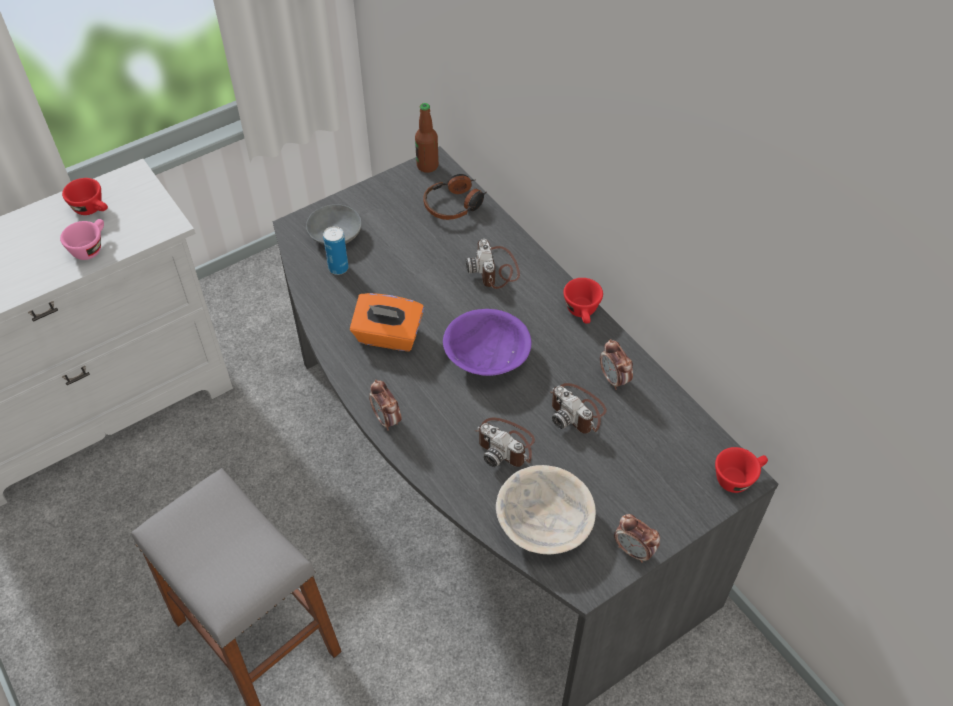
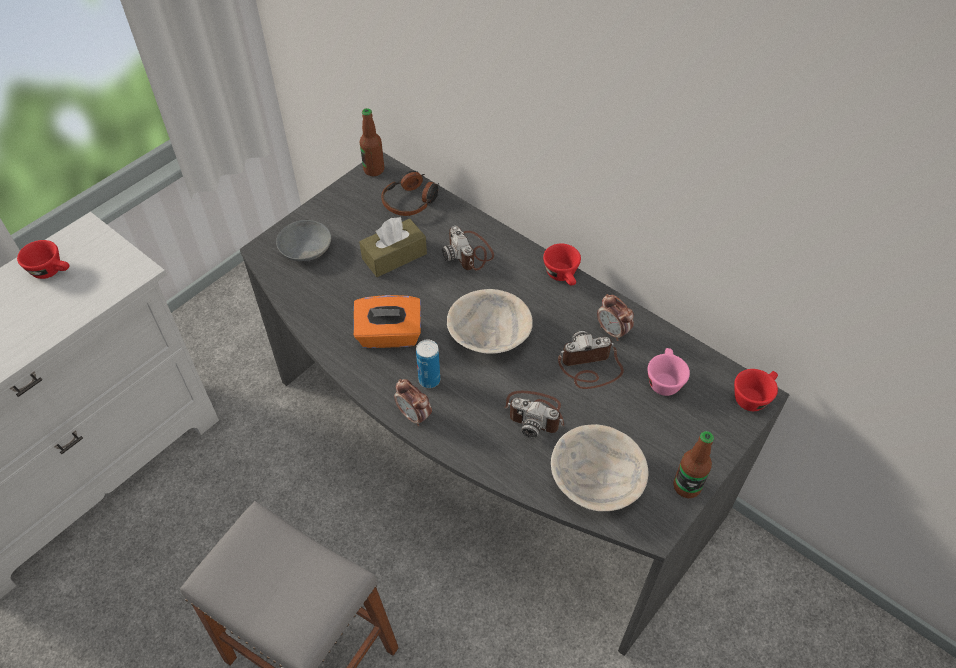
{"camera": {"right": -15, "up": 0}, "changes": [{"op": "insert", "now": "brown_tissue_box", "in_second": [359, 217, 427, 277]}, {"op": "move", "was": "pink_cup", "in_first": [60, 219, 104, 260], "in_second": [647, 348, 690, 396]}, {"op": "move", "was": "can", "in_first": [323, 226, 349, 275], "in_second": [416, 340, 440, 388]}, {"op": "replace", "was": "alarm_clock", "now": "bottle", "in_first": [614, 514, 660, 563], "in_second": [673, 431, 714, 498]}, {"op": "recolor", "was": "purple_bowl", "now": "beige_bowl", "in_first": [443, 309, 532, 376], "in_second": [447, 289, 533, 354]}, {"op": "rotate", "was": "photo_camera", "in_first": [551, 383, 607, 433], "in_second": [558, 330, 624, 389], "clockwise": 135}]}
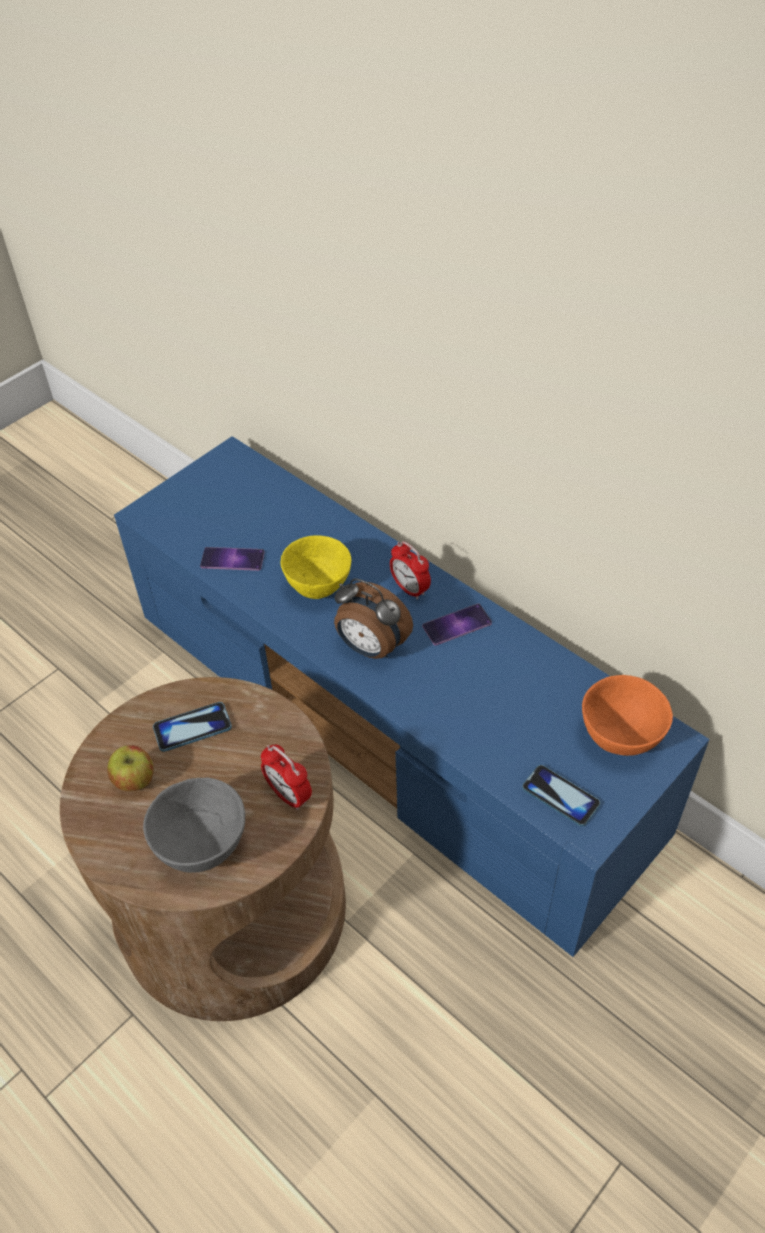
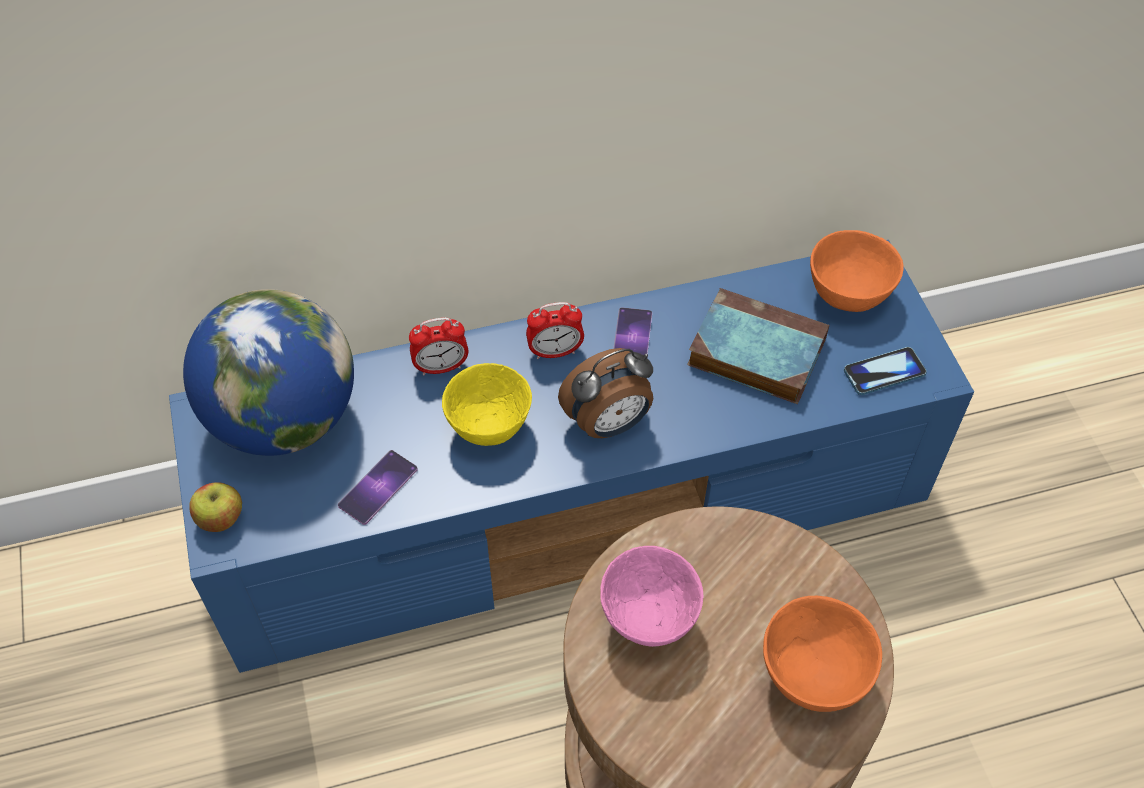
{"camera": {"right": -60, "up": 5}, "changes": [{"op": "insert", "now": "globe", "in_second": [183, 289, 354, 456]}, {"op": "insert", "now": "book", "in_second": [687, 288, 829, 404]}, {"op": "move", "was": "apple", "in_first": [107, 745, 153, 791], "in_second": [189, 482, 242, 532]}, {"op": "move", "was": "alarm_clock", "in_first": [261, 745, 312, 810], "in_second": [409, 318, 469, 376]}, {"op": "replace", "was": "phone", "now": "pink_bowl", "in_first": [153, 702, 232, 752], "in_second": [600, 546, 703, 647]}, {"op": "recolor", "was": "grey_bowl", "now": "orange_bowl", "in_first": [143, 778, 245, 873], "in_second": [763, 596, 882, 712]}]}
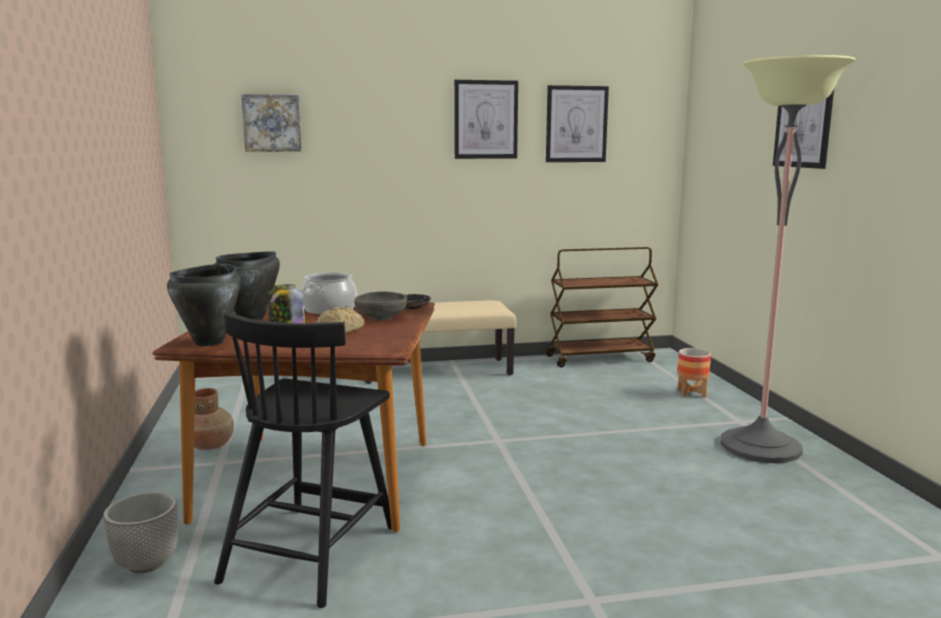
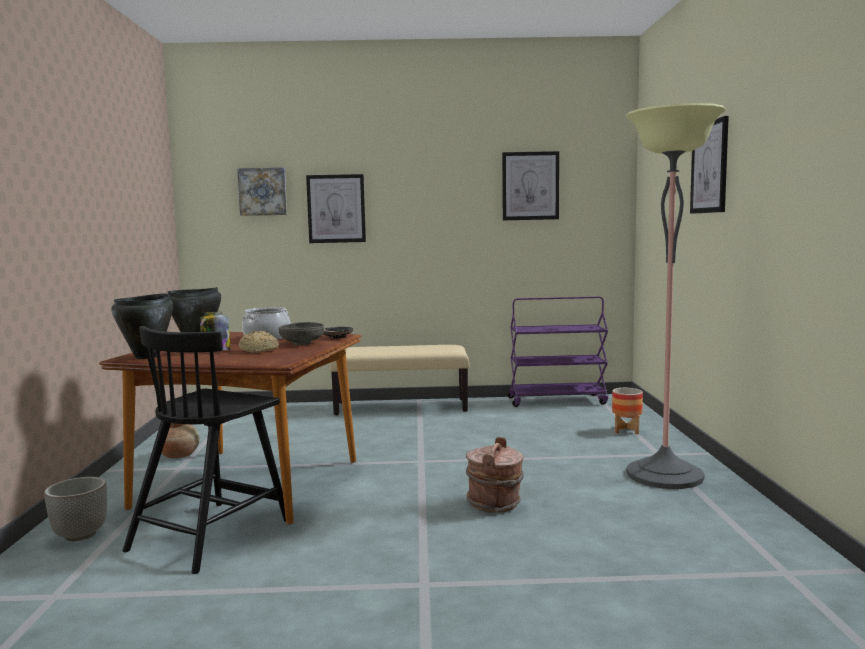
{"camera": {"right": 10, "up": -5}, "changes": [{"op": "insert", "now": "brown_bucket", "in_second": [466, 437, 524, 513]}, {"op": "move", "was": "picture", "in_first": [454, 80, 518, 159], "in_second": [306, 174, 366, 243]}, {"op": "recolor", "was": "brown_cart", "now": "purple_cart", "in_first": [546, 247, 659, 368], "in_second": [508, 296, 608, 407]}]}
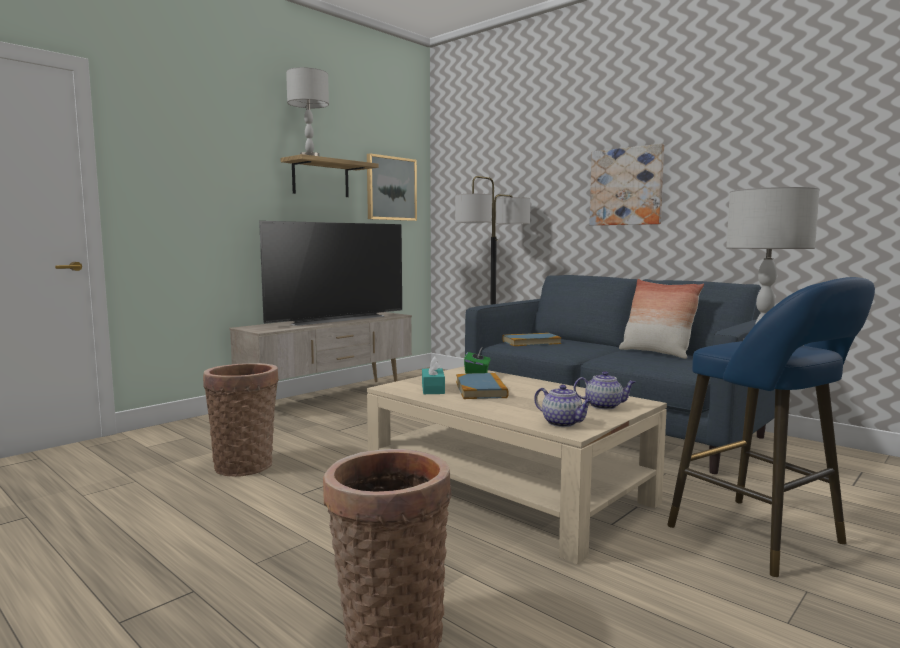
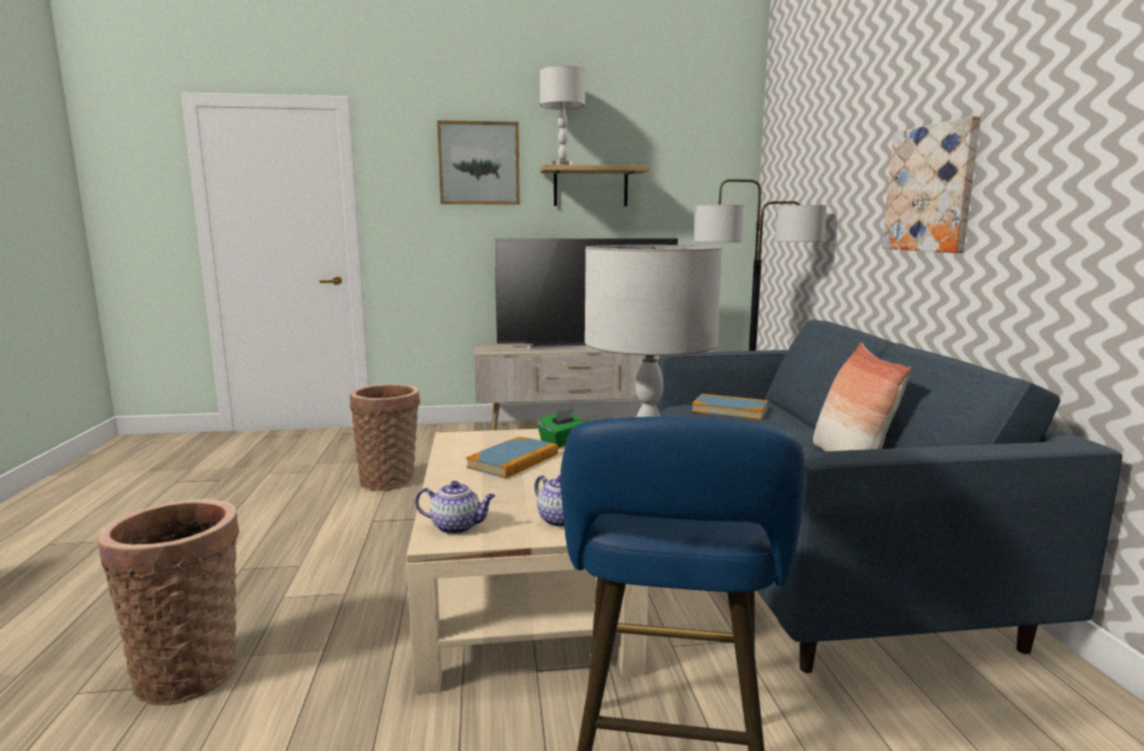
{"camera": {"right": 40, "up": 5}, "changes": [{"op": "delete", "was": "turquoise_tissue_box", "in_first": [422, 356, 445, 394]}, {"op": "move", "was": "picture", "in_first": [367, 153, 417, 221], "in_second": [437, 120, 520, 204]}, {"op": "rotate", "was": "teapot", "in_first": [534, 385, 593, 427], "in_second": [415, 481, 495, 534], "clockwise": -75}]}
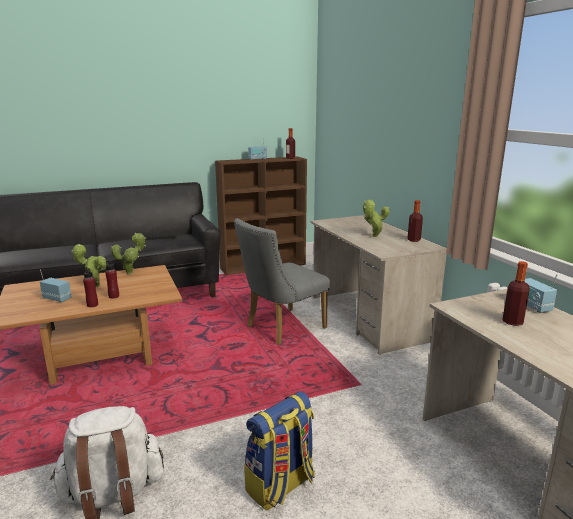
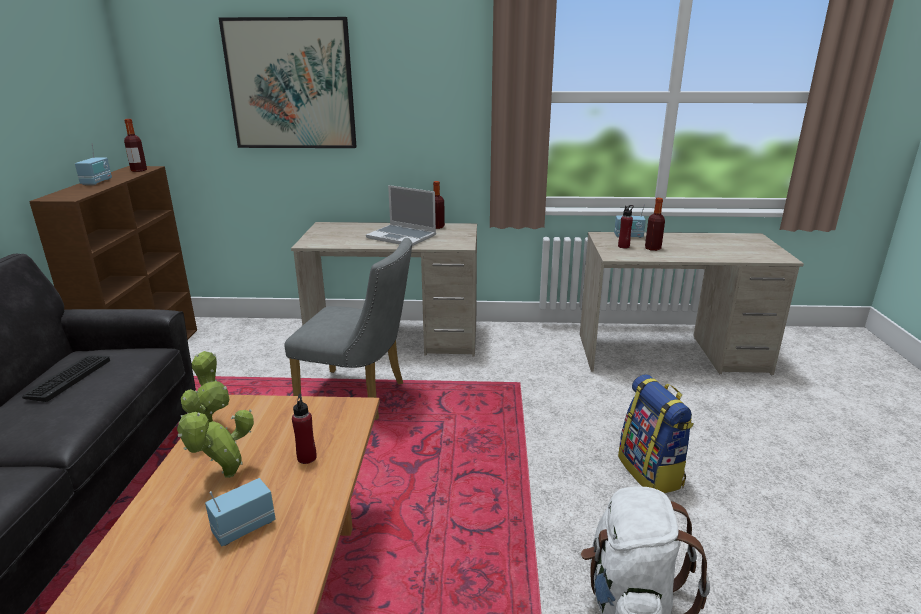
{"camera": {"right": -65, "up": 5}, "changes": [{"op": "insert", "now": "picture", "in_second": [218, 17, 356, 148]}, {"op": "move", "was": "red_bottle", "in_first": [83, 267, 98, 307], "in_second": [618, 205, 634, 248]}, {"op": "replace", "was": "potted_plant", "now": "laptop", "in_first": [363, 200, 390, 237], "in_second": [366, 185, 436, 246]}, {"op": "rotate", "was": "grey_chair", "in_first": [234, 218, 330, 345], "in_second": [284, 238, 412, 420], "clockwise": -60}]}
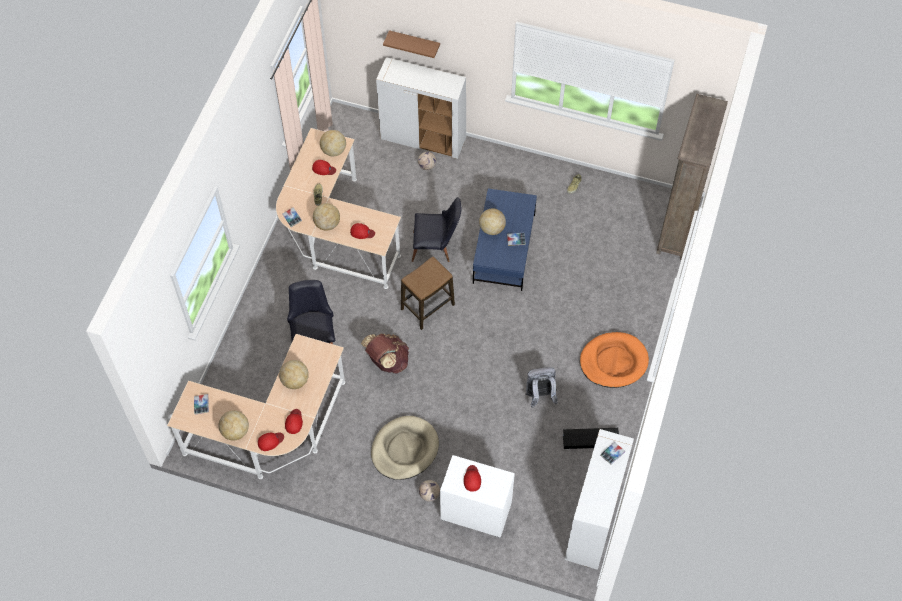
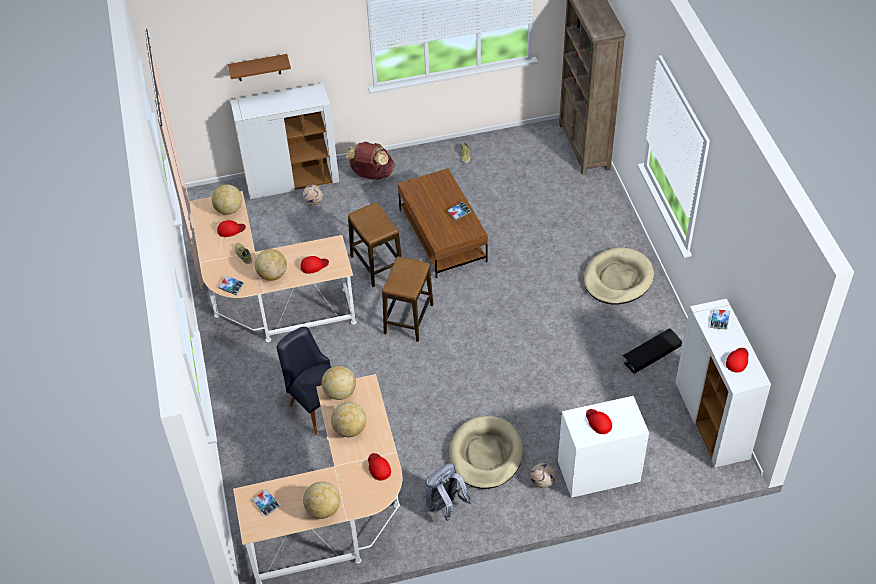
{"camera": {"right": -30, "up": -10}, "changes": [{"op": "move", "was": "red_cap", "in_first": [258, 433, 284, 451], "in_second": [726, 348, 749, 373]}, {"op": "move", "was": "brown_backpack", "in_first": [361, 334, 409, 373], "in_second": [346, 141, 395, 180]}, {"op": "move", "was": "globe", "in_first": [479, 209, 506, 235], "in_second": [322, 365, 356, 400]}, {"op": "move", "was": "grey_backpack", "in_first": [525, 367, 558, 408], "in_second": [425, 464, 472, 521]}, {"op": "replace", "was": "black_chair", "now": "stool", "in_first": [412, 197, 462, 262], "in_second": [348, 202, 402, 287]}, {"op": "recolor", "was": "blue_coffee_table", "now": "brown_coffee_table", "in_first": [473, 189, 537, 291], "in_second": [398, 168, 488, 278]}, {"op": "recolor", "was": "orange_dog_bed", "now": "beige_dog_bed", "in_first": [580, 332, 649, 388], "in_second": [583, 247, 654, 304]}]}
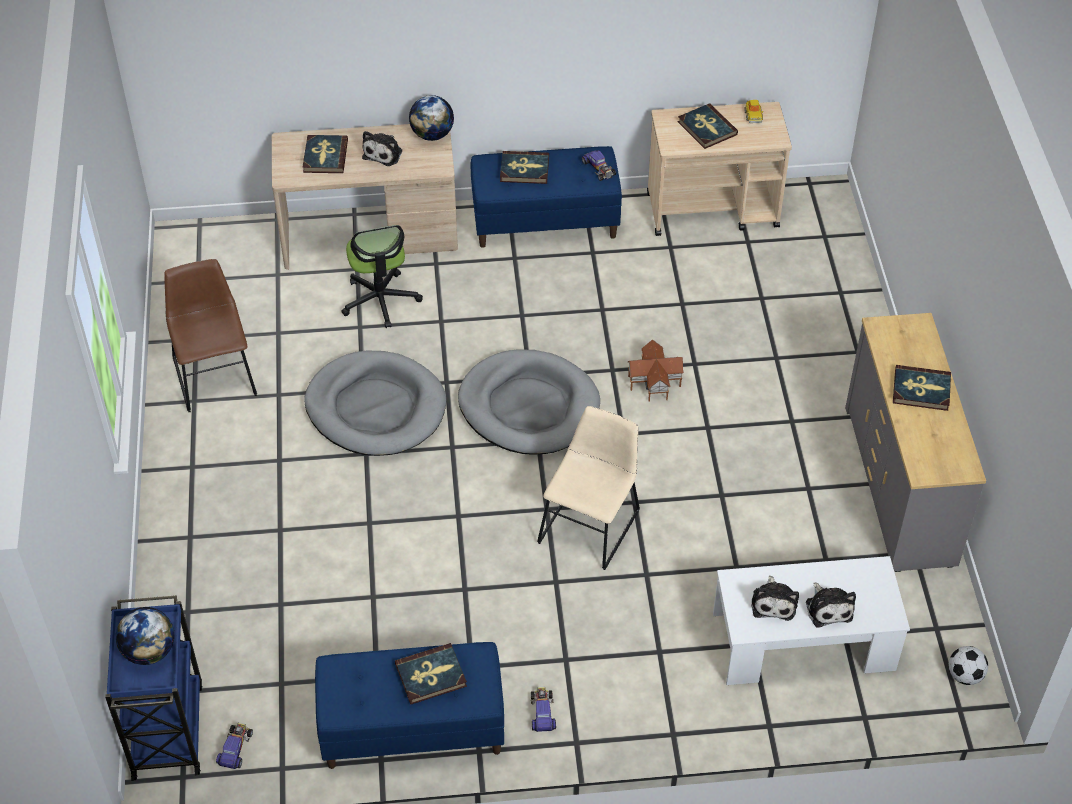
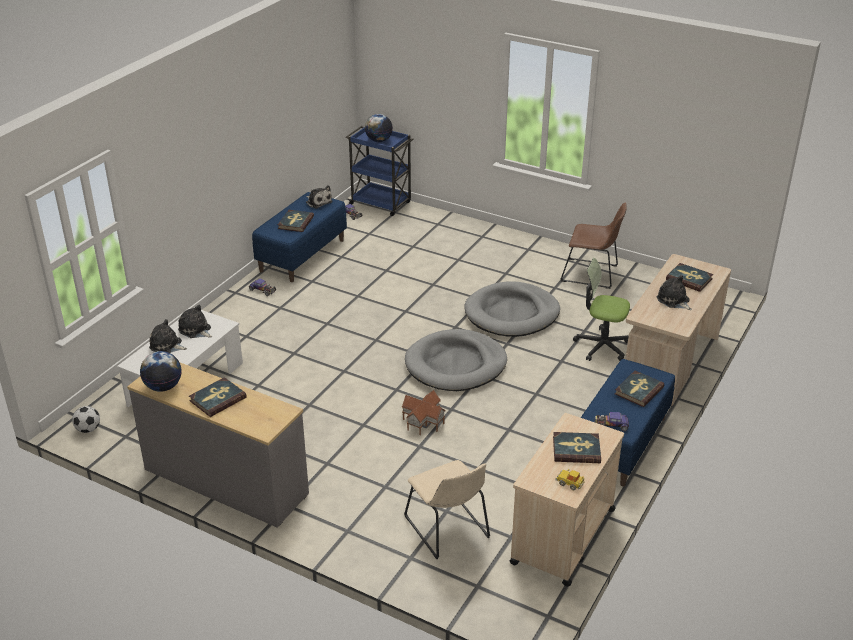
{"camera": {"right": 125, "up": -15}, "changes": [{"op": "insert", "now": "plush_toy", "in_second": [306, 185, 333, 209]}, {"op": "move", "was": "globe", "in_first": [409, 95, 454, 141], "in_second": [140, 351, 182, 392]}, {"op": "move", "was": "beige_chair", "in_first": [537, 406, 640, 570], "in_second": [404, 460, 490, 559]}]}
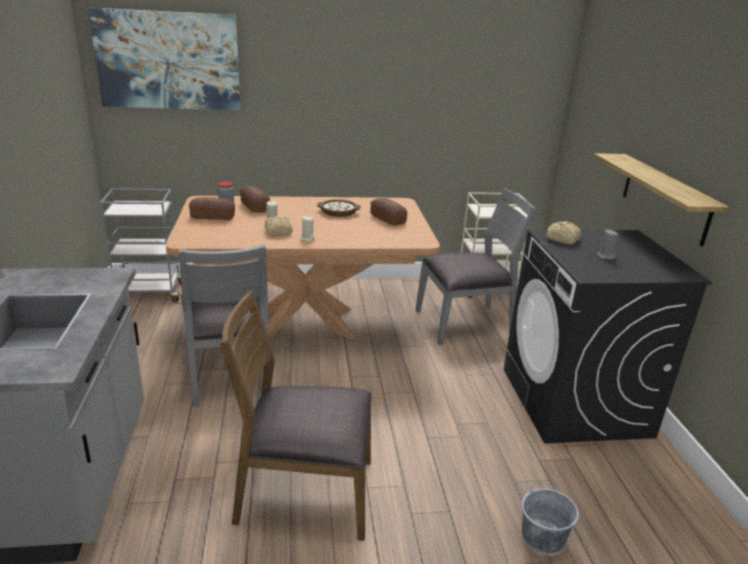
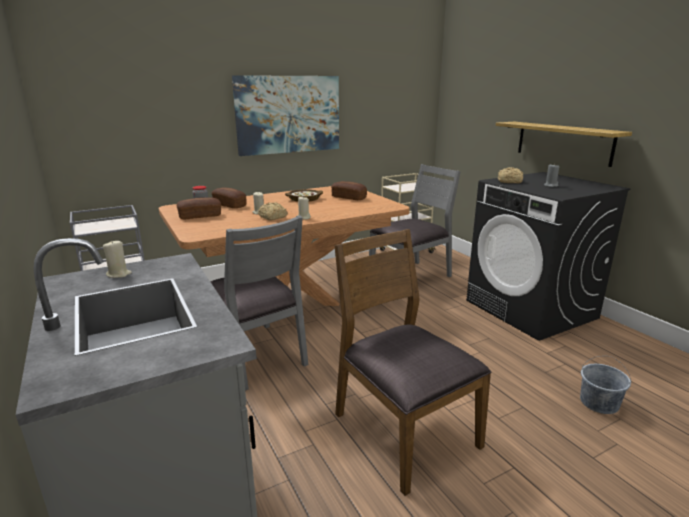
{"camera": {"right": -20, "up": -5}, "changes": [{"op": "insert", "now": "beige_candle", "in_second": [103, 240, 132, 278]}, {"op": "move", "was": "picture", "in_first": [88, 8, 240, 110], "in_second": [232, 75, 339, 156]}, {"op": "rotate", "was": "brown_chair", "in_first": [220, 290, 372, 541], "in_second": [334, 229, 492, 496], "clockwise": 75}]}
